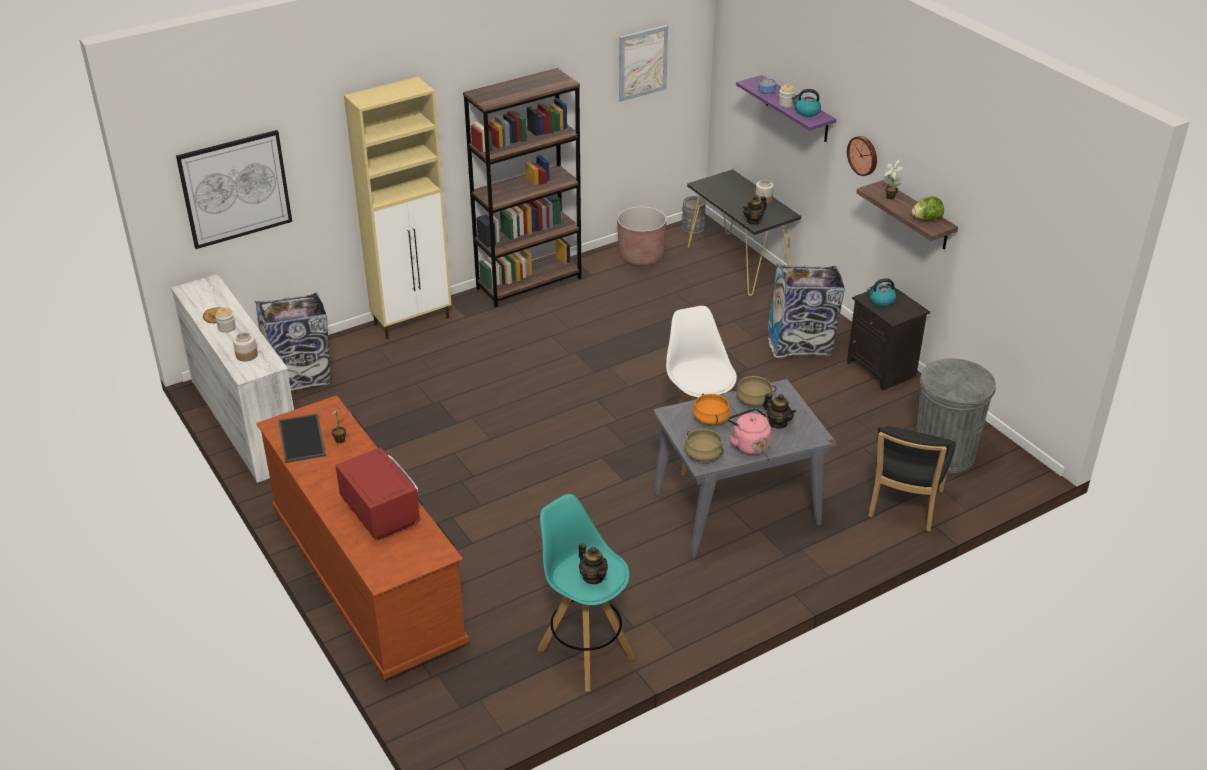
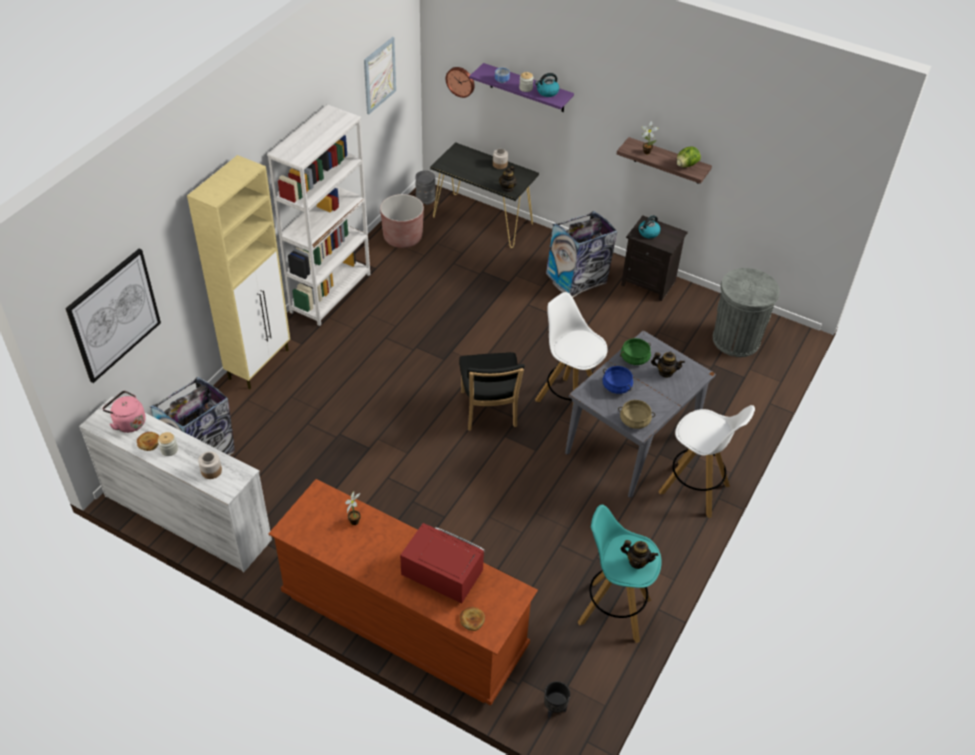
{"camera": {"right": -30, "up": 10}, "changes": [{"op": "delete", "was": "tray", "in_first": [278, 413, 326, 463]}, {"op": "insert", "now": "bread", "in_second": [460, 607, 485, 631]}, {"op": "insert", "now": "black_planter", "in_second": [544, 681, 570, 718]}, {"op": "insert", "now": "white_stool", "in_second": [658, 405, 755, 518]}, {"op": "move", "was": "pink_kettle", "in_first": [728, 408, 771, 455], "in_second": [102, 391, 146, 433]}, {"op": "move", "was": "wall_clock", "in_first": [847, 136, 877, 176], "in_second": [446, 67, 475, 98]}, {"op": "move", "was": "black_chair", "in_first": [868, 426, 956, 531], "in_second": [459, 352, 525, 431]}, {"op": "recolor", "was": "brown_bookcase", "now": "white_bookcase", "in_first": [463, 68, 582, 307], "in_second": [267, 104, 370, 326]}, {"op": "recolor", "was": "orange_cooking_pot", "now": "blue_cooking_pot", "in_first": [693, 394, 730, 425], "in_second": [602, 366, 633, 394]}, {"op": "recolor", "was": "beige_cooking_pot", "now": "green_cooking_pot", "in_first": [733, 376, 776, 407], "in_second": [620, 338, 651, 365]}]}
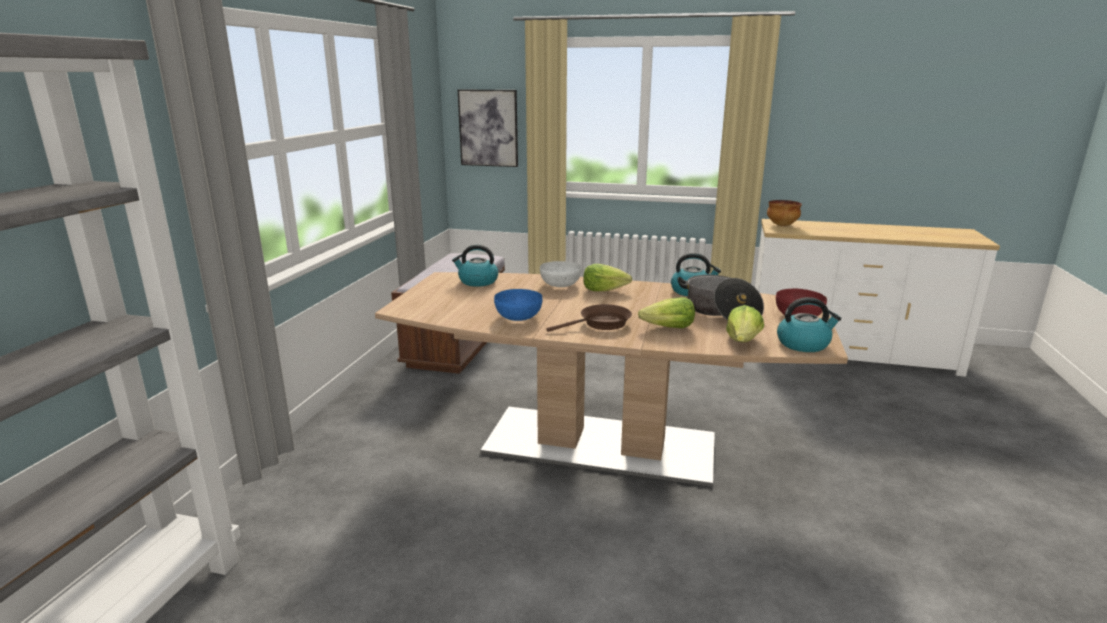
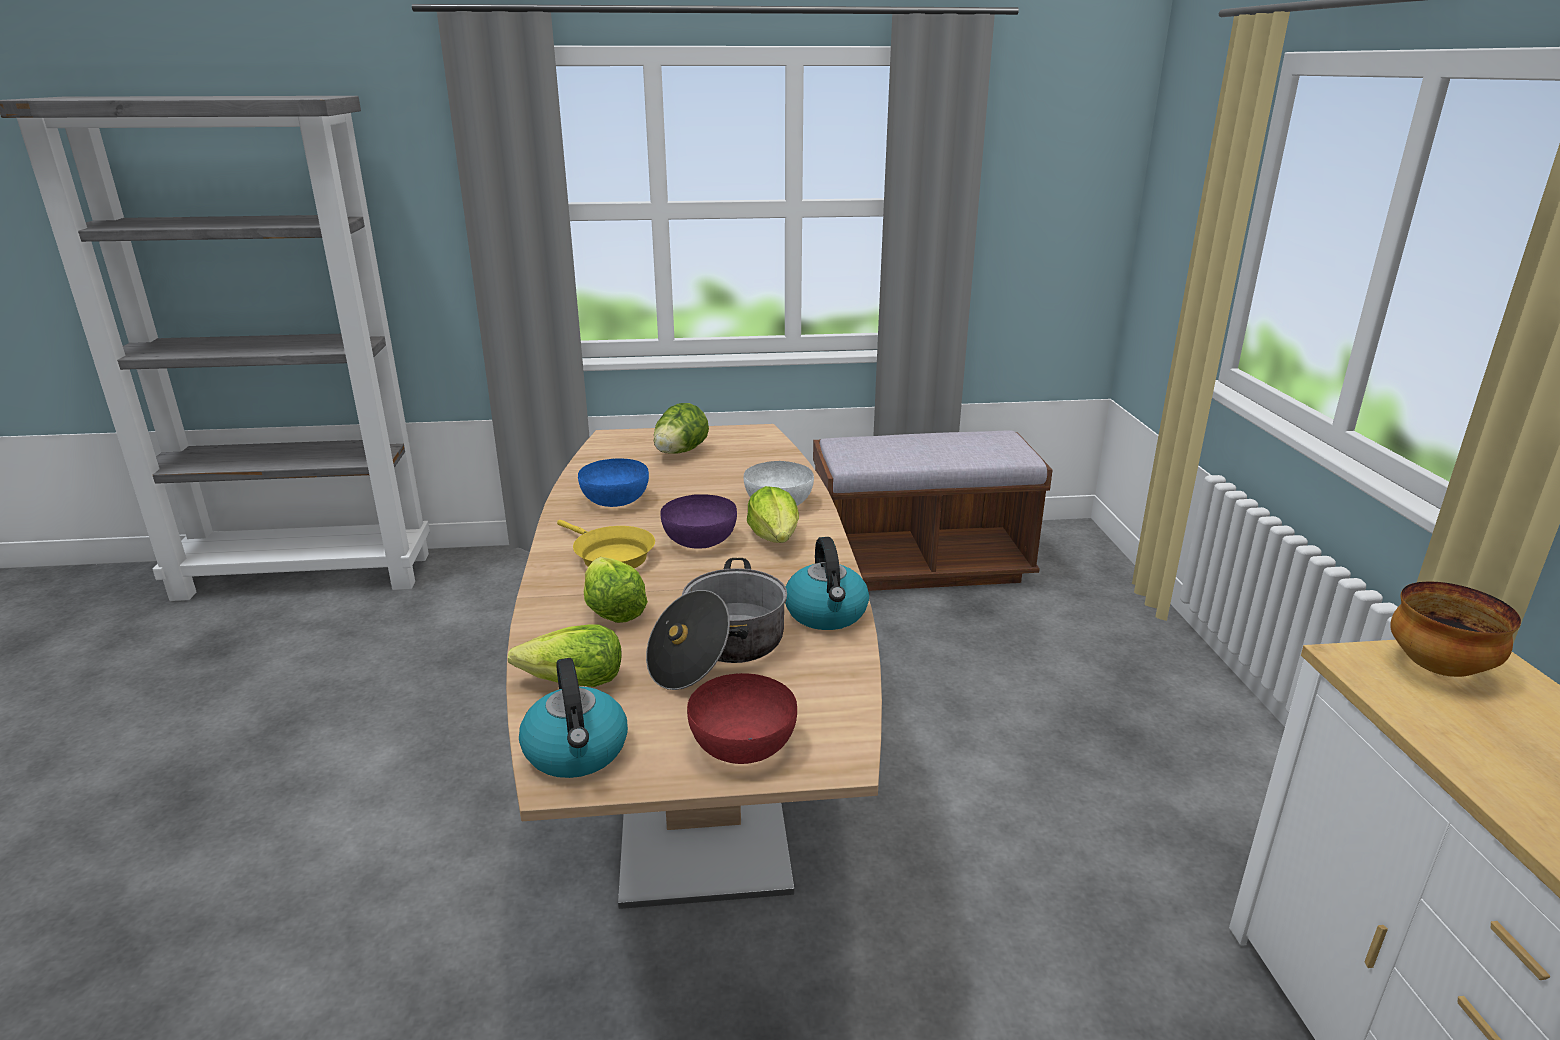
{"camera": {"right": 70, "up": 5}, "changes": [{"op": "delete", "was": "kettle", "in_first": [452, 245, 498, 287]}, {"op": "delete", "was": "picture", "in_first": [458, 90, 518, 167]}, {"op": "insert", "now": "lettuce", "in_second": [653, 403, 709, 454]}, {"op": "insert", "now": "purple_bowl", "in_second": [661, 494, 737, 549]}, {"op": "recolor", "was": "brown_frying_pan", "now": "yellow_frying_pan", "in_first": [546, 304, 632, 332], "in_second": [557, 520, 655, 568]}]}
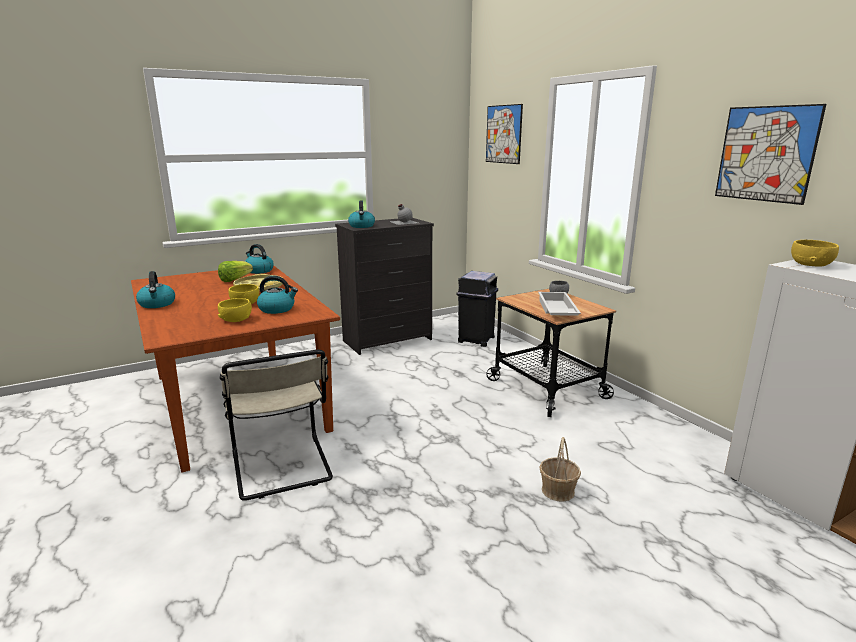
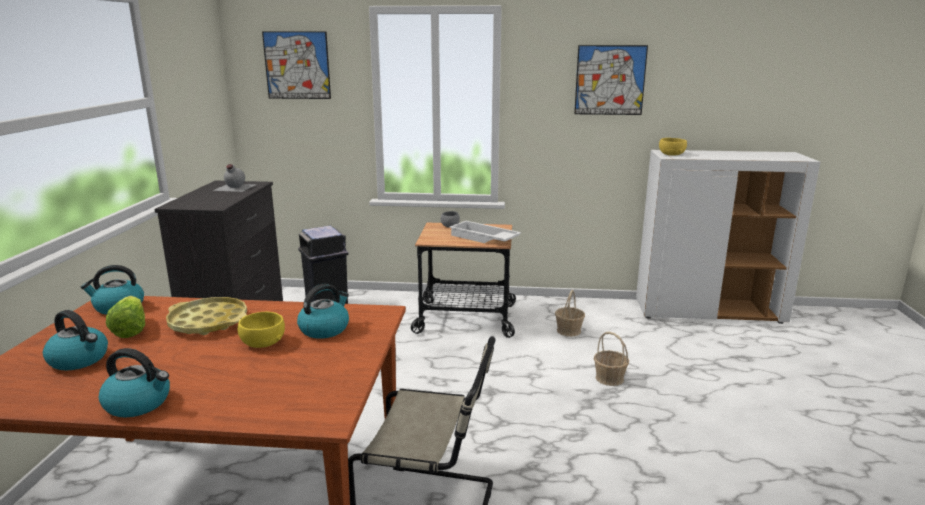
{"camera": {"right": -55, "up": 0}, "changes": [{"op": "delete", "was": "yellow_bowl", "in_first": [218, 298, 252, 322]}, {"op": "insert", "now": "basket", "in_second": [555, 290, 585, 337]}, {"op": "move", "was": "kettle", "in_first": [348, 200, 375, 228], "in_second": [43, 310, 108, 371]}]}
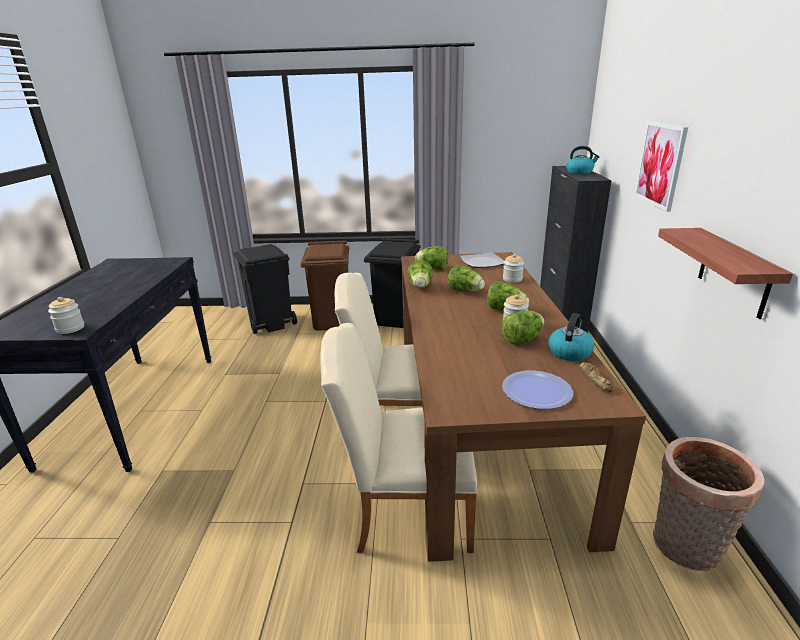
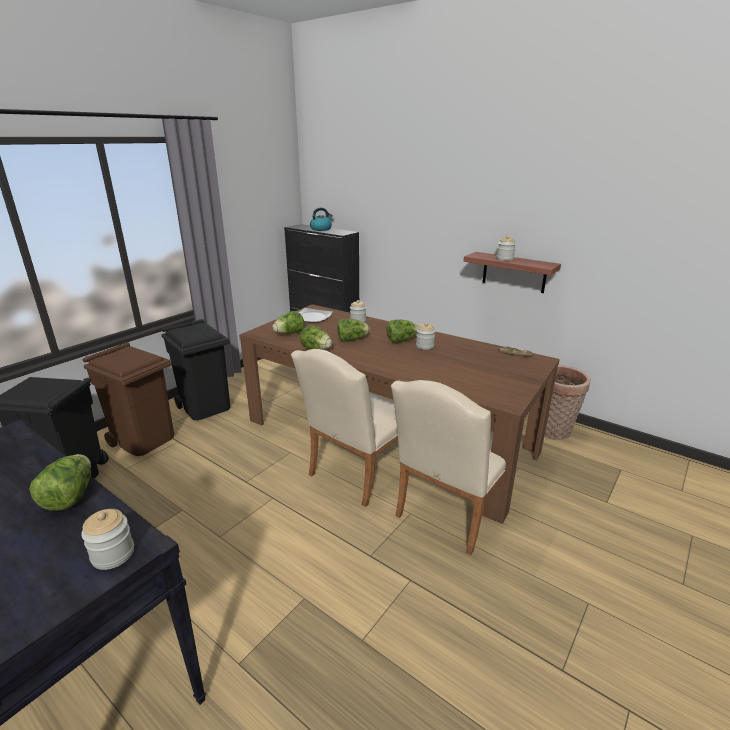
{"camera": {"right": -55, "up": 0}, "changes": [{"op": "delete", "was": "plate", "in_first": [502, 371, 573, 409]}, {"op": "delete", "was": "kettle", "in_first": [548, 313, 594, 361]}, {"op": "delete", "was": "picture", "in_first": [635, 122, 688, 212]}, {"op": "insert", "now": "jar", "in_second": [497, 235, 516, 261]}, {"op": "move", "was": "lettuce", "in_first": [502, 311, 544, 345], "in_second": [29, 454, 91, 511]}]}
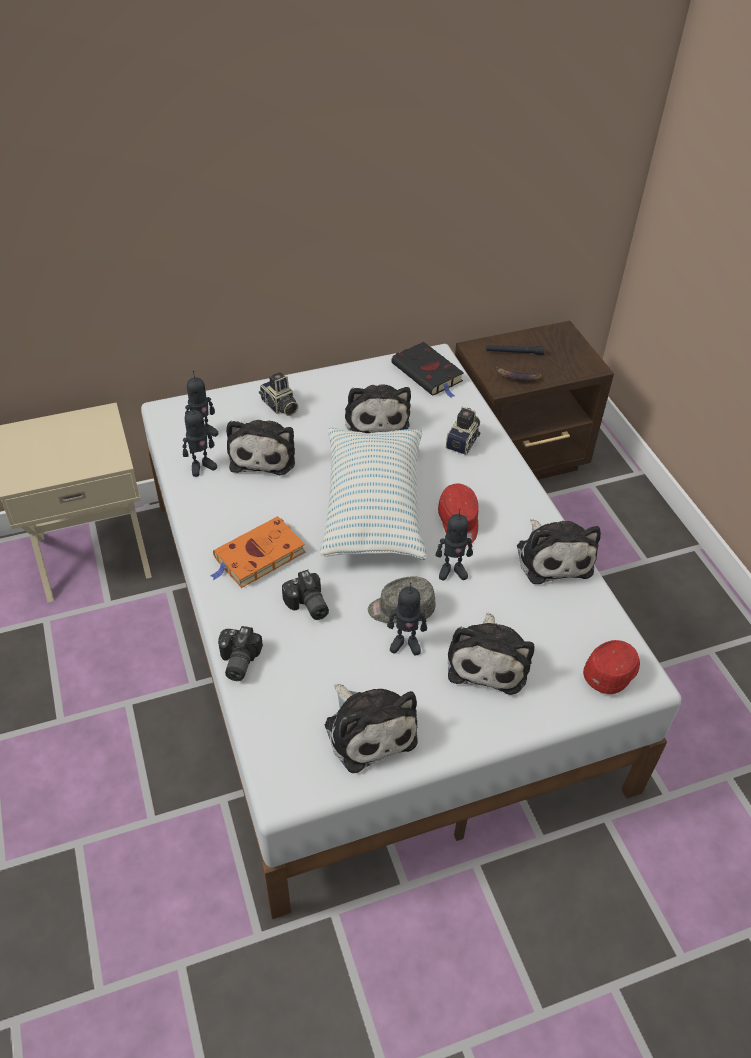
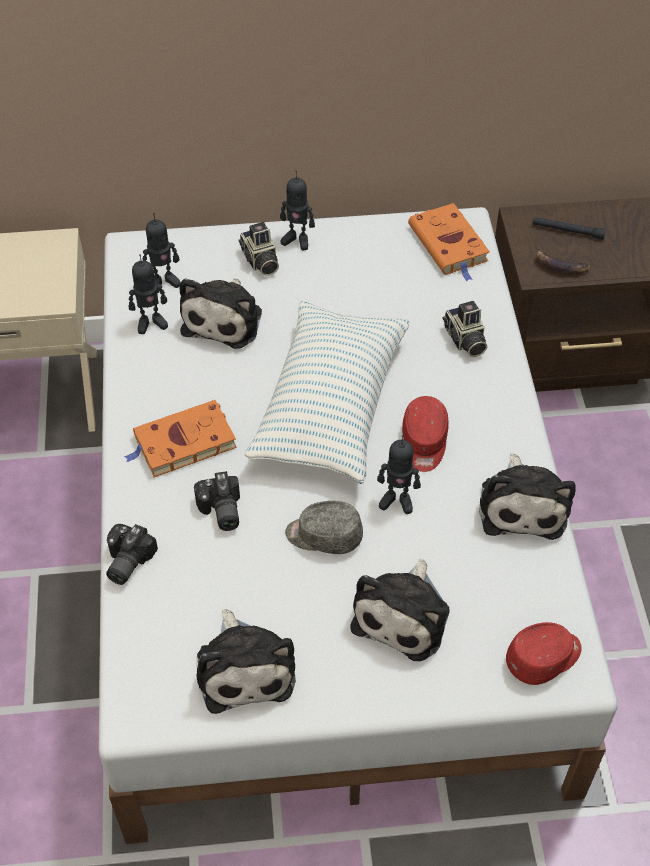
{"camera": {"right": 15, "up": 5}, "changes": [{"op": "delete", "was": "plush_toy", "in_first": [345, 384, 411, 433]}, {"op": "move", "was": "toy_robot", "in_first": [387, 582, 427, 655], "in_second": [280, 171, 315, 250]}, {"op": "recolor", "was": "black_book", "now": "orange_book", "in_first": [391, 342, 464, 398], "in_second": [408, 203, 490, 281]}, {"op": "rotate", "was": "photo_camera", "in_first": [446, 407, 480, 455], "in_second": [443, 301, 487, 357], "clockwise": 120}]}
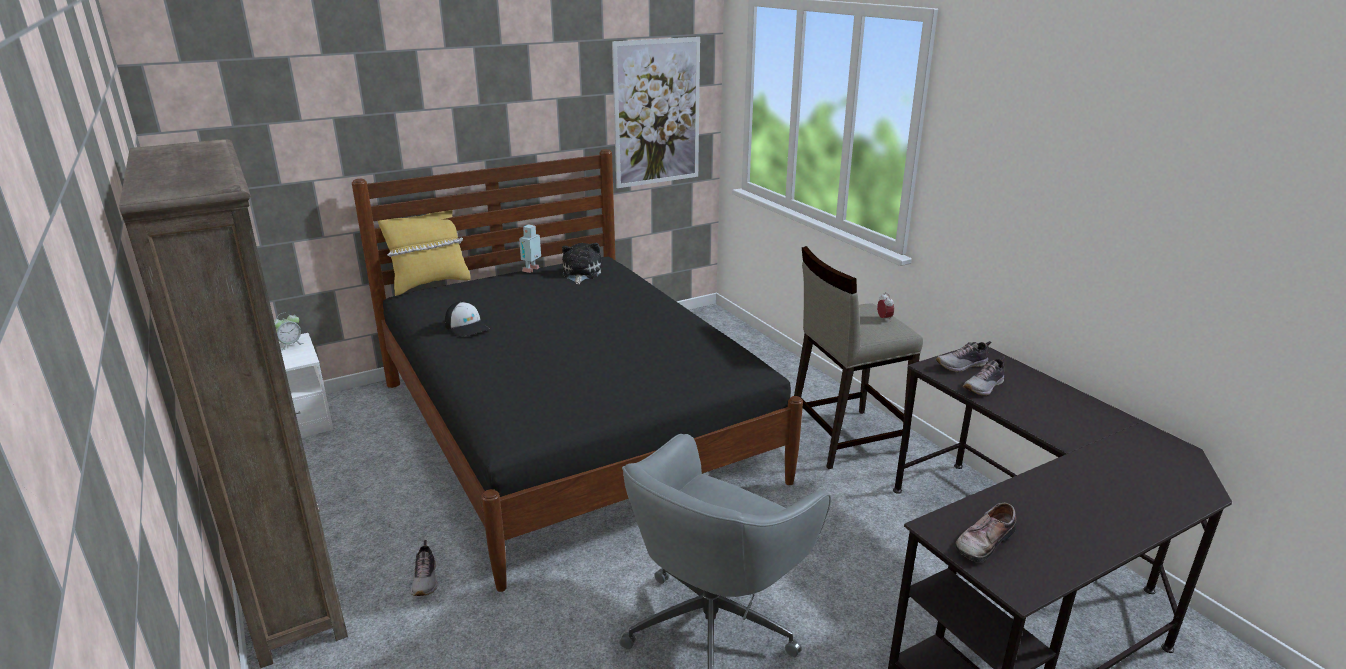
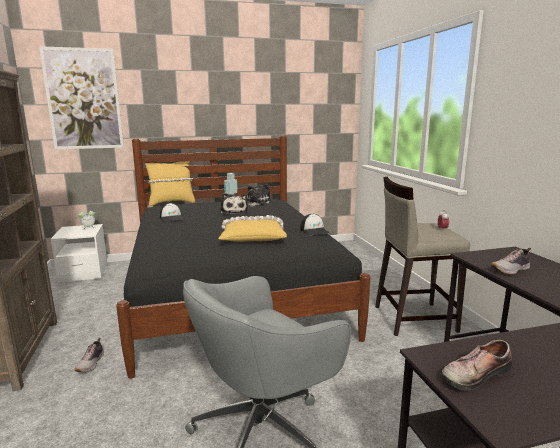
{"camera": {"right": 15, "up": -10}, "changes": [{"op": "delete", "was": "shoe", "in_first": [936, 341, 991, 372]}, {"op": "insert", "now": "yellow_pillow", "in_second": [218, 215, 287, 242]}, {"op": "insert", "now": "plush_toy", "in_second": [221, 193, 248, 215]}, {"op": "insert", "now": "cap", "in_second": [300, 214, 330, 235]}, {"op": "move", "was": "picture", "in_first": [612, 37, 700, 188], "in_second": [39, 46, 124, 149]}]}
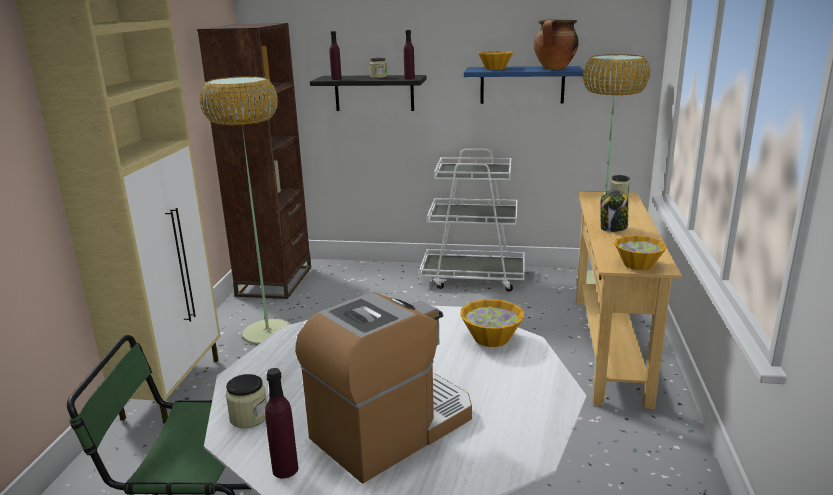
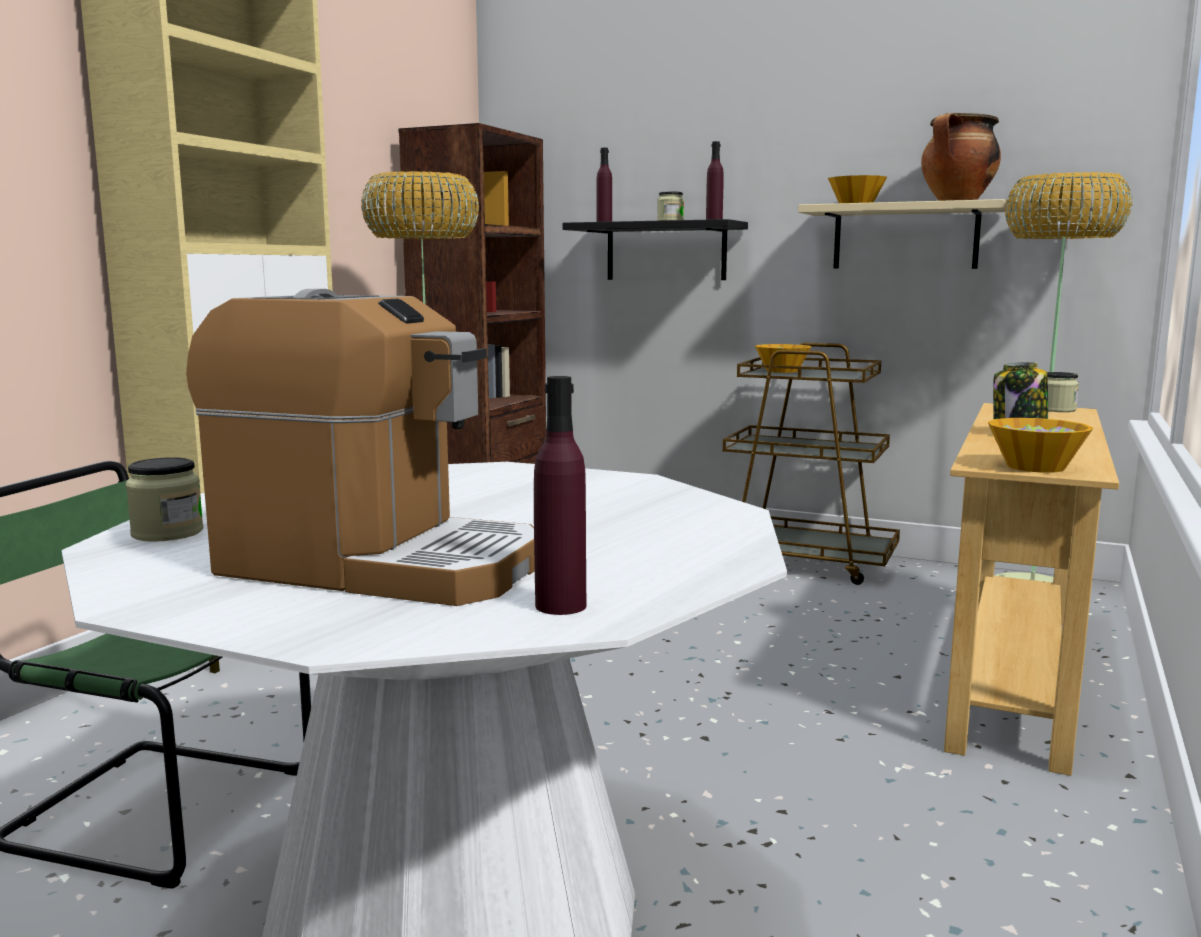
{"camera": {"right": 15, "up": -10}, "changes": [{"op": "move", "was": "purple_bottle", "in_first": [265, 368, 298, 478], "in_second": [534, 376, 587, 615]}, {"op": "move", "was": "bowl", "in_first": [460, 299, 524, 347], "in_second": [755, 344, 812, 373]}, {"op": "recolor", "was": "white_cart", "now": "brown_cart", "in_first": [419, 149, 525, 292], "in_second": [723, 343, 900, 585]}, {"op": "recolor", "was": "blue_shelf", "now": "beige_shelf", "in_first": [464, 66, 583, 104], "in_second": [798, 199, 1006, 269]}, {"op": "rotate", "was": "coffee_machine", "in_first": [295, 292, 472, 483], "in_second": [186, 289, 535, 606], "clockwise": 45}]}
